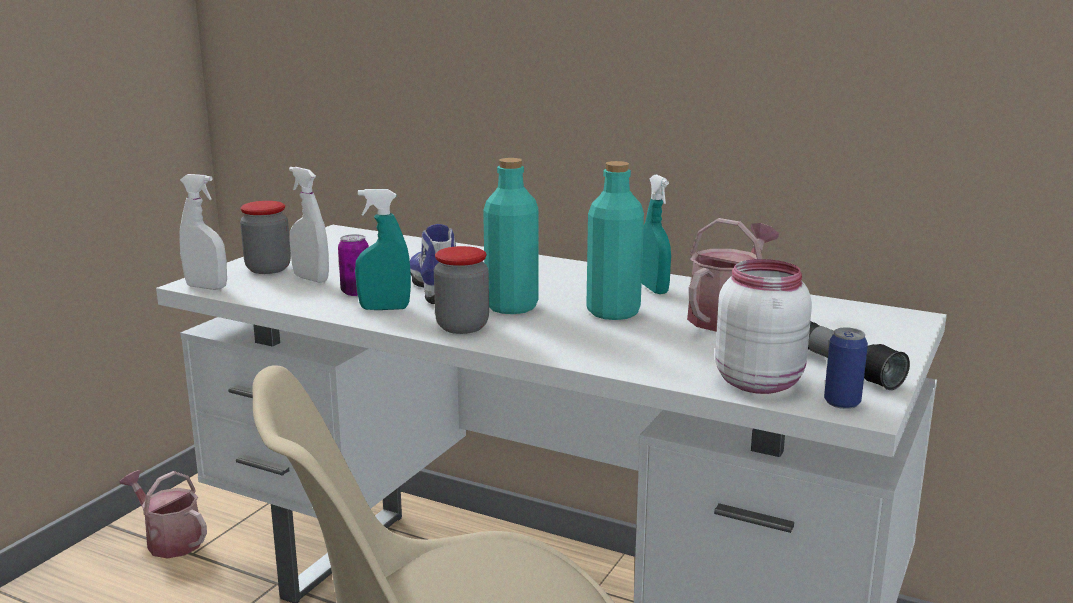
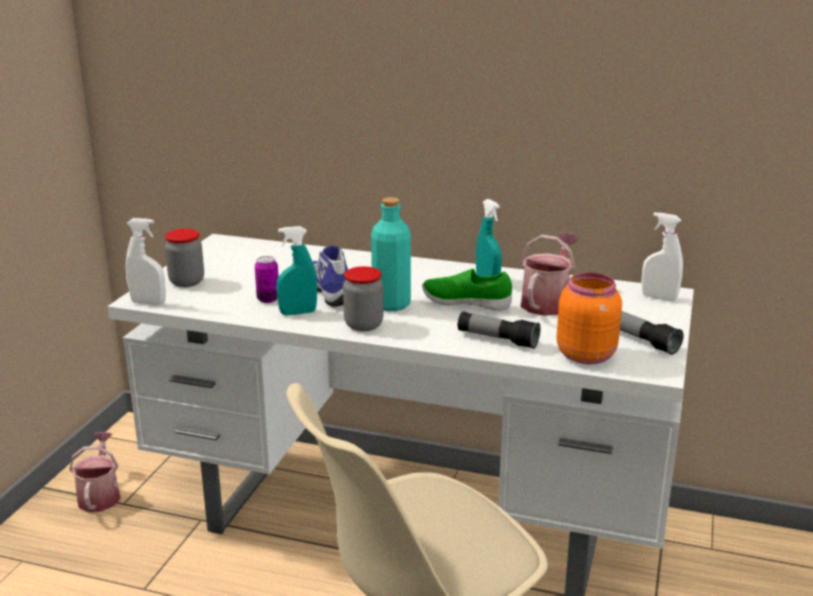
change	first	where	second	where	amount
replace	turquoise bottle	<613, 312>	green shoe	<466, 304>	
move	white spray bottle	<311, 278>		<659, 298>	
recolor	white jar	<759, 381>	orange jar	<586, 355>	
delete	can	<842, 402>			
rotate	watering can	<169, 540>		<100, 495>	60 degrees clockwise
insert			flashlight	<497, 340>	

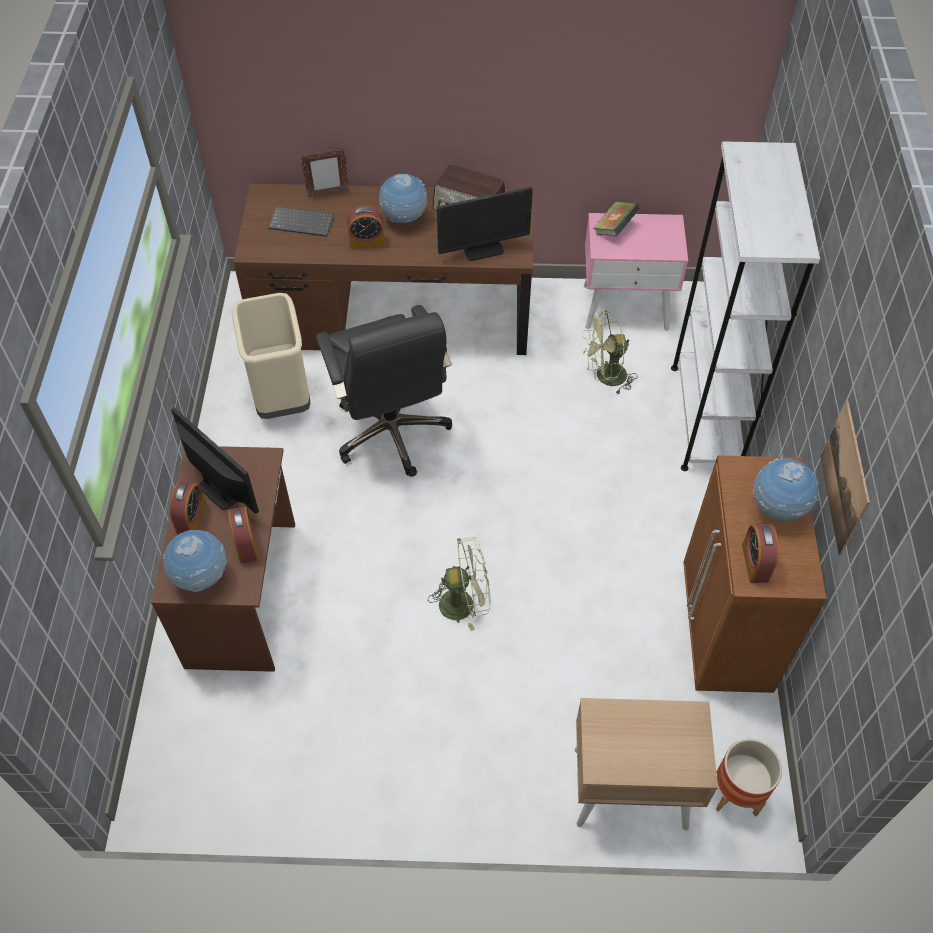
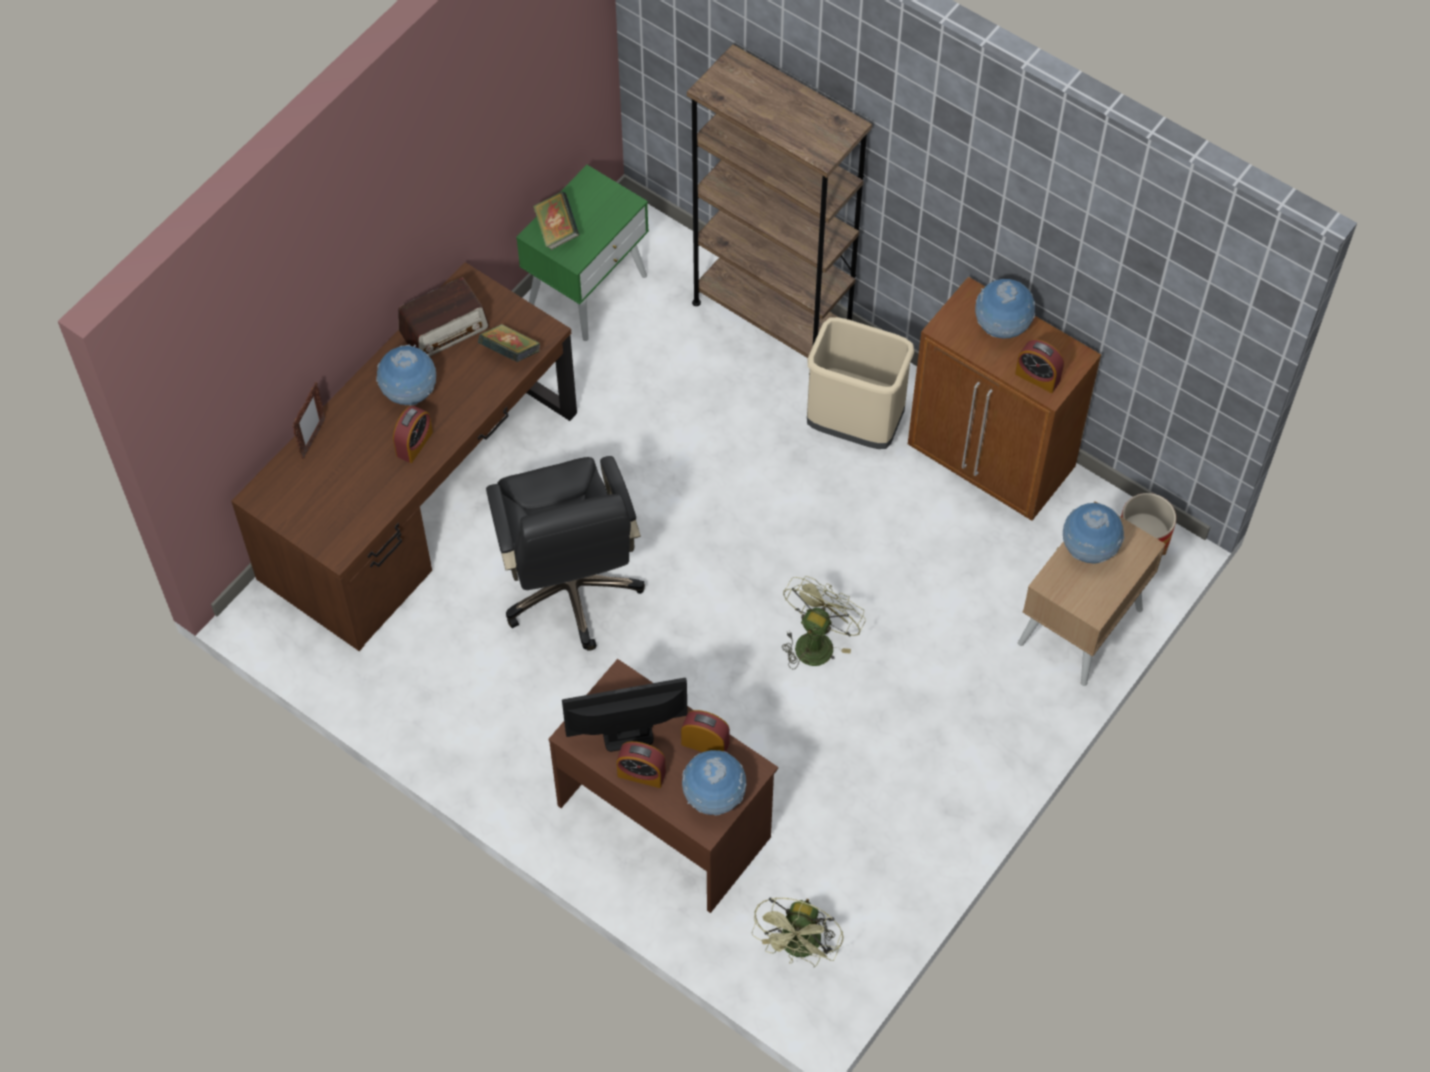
change	first	where	second	where	amount
recolor	white bookcase	<705, 417>	brown bookcase	<772, 318>	
replace	monitor	<483, 249>	book	<510, 352>	
delete	keyboard	<302, 222>			
recolor	pink nightstand	<626, 306>	green nightstand	<588, 289>	
move	beige trash can	<281, 397>		<854, 425>	
rotate	black office chair	<390, 428>		<569, 586>	60 degrees clockwise
move	green fan	<605, 377>		<799, 948>	
delete	picture	<844, 478>			
rotate	alarm clock	<191, 518>		<641, 774>	150 degrees clockwise
insert			globe	<1088, 549>	

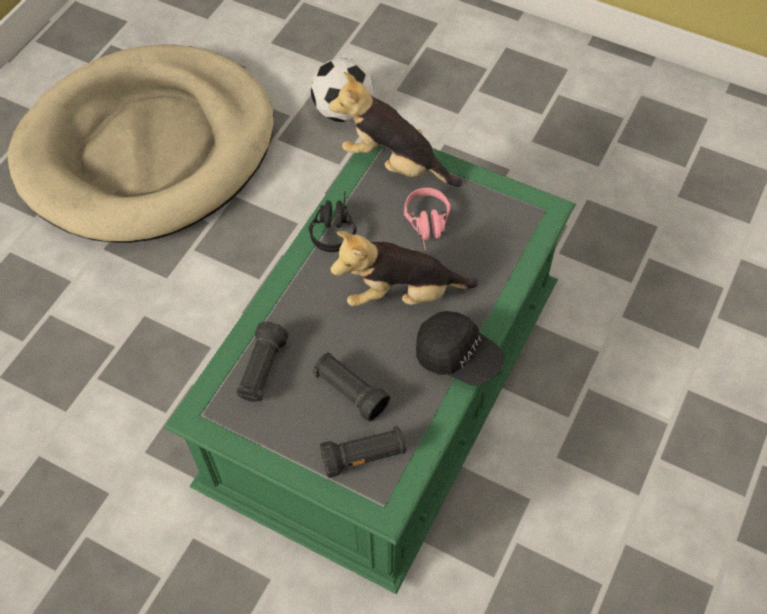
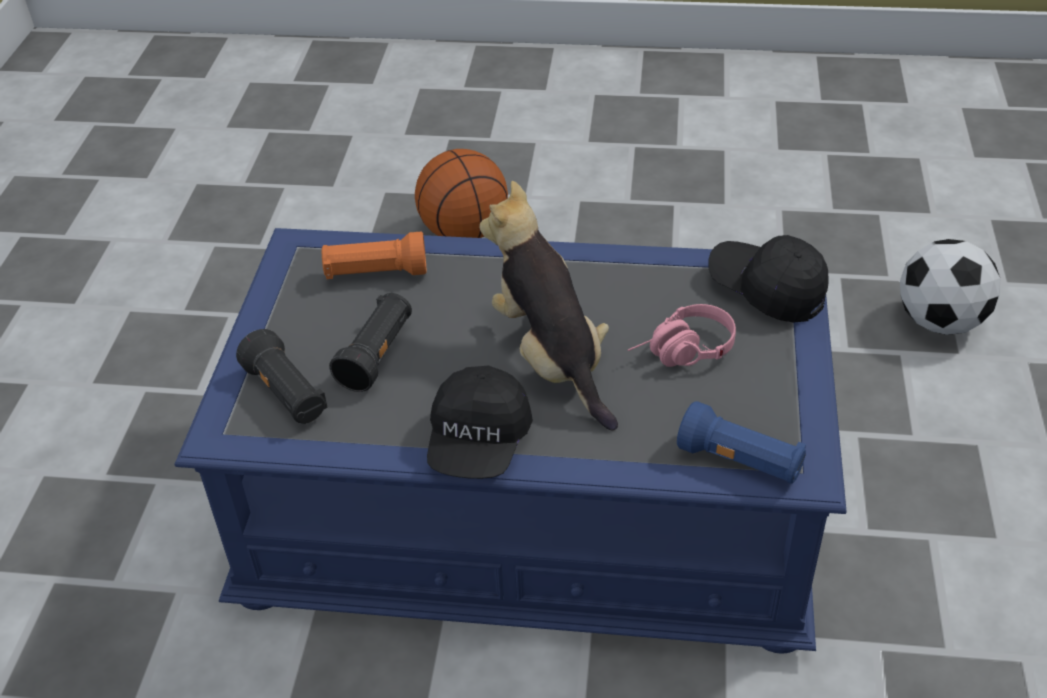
change	first	where	second	where	amount
delete	beige dog bed	<148, 149>			
replace	plush toy	<394, 164>	black cap	<766, 290>	
recolor	green coffee table	<385, 382>	blue coffee table	<533, 504>	
delete	black headphones	<333, 227>			
recolor	black flashlight	<262, 370>	orange flashlight	<375, 273>	
insert			basketball	<464, 232>	
insert			blue flashlight	<740, 462>	

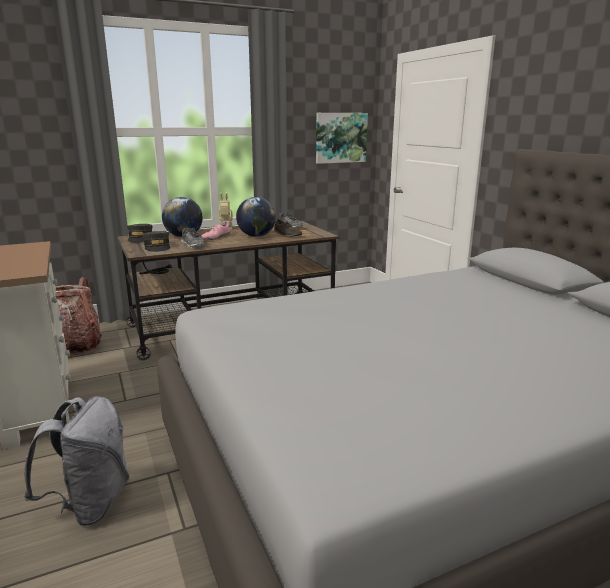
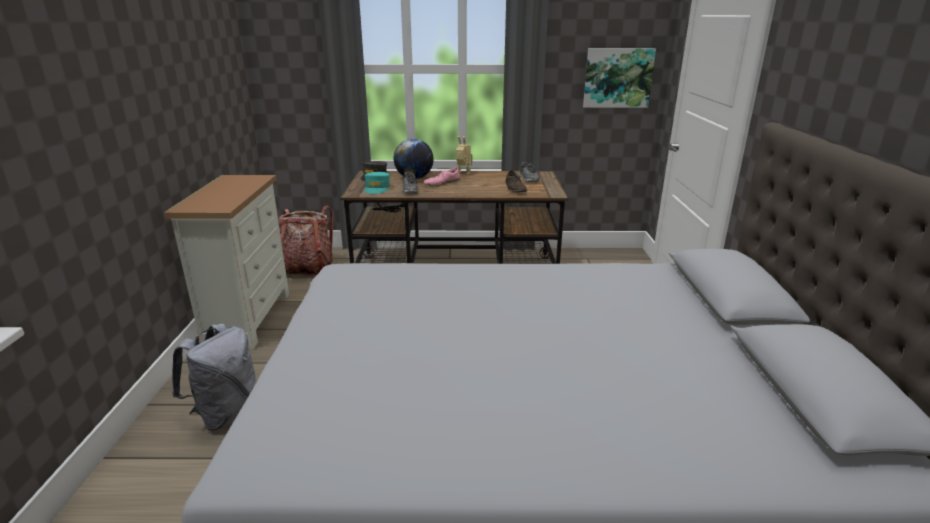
change	first	where	second	where	amount
delete	globe	<256, 236>			
recolor	grey cap	<157, 247>	turquoise cap	<377, 188>	

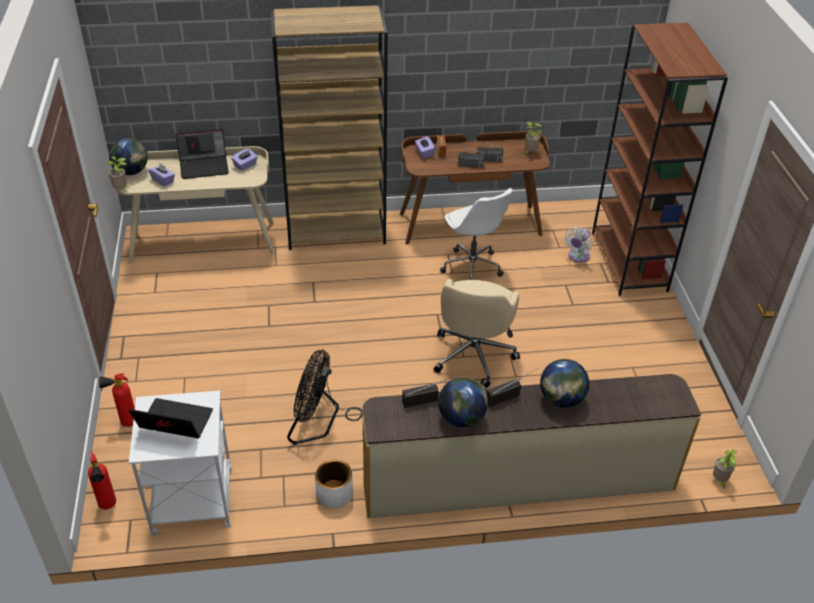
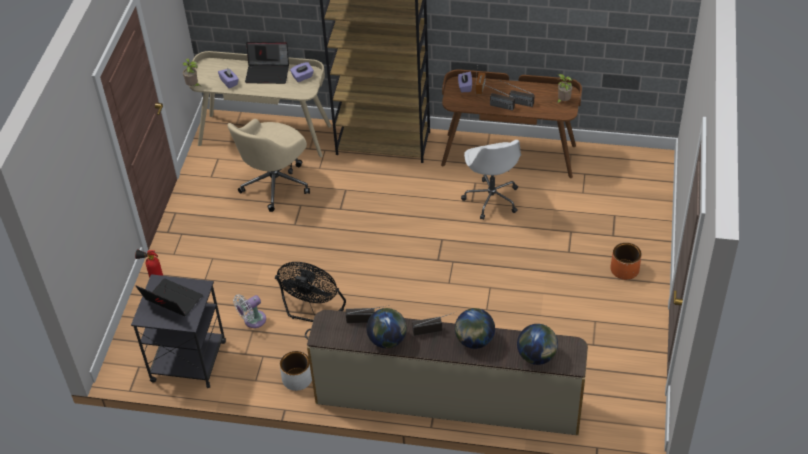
change	first	where	second	where	amount
delete	brown bookcase	<629, 262>			
move	globe	<131, 171>		<537, 356>	
move	white fan	<577, 257>		<252, 320>	
move	beige office chair	<473, 356>		<275, 185>	
rotate	black fan	<322, 417>		<310, 314>	75 degrees clockwise
recolor	white cart	<191, 500>	black cart	<187, 360>	
delete	fire extinguisher	<108, 507>			
delete	potted plant	<719, 480>			
insert			orange planter	<624, 270>	

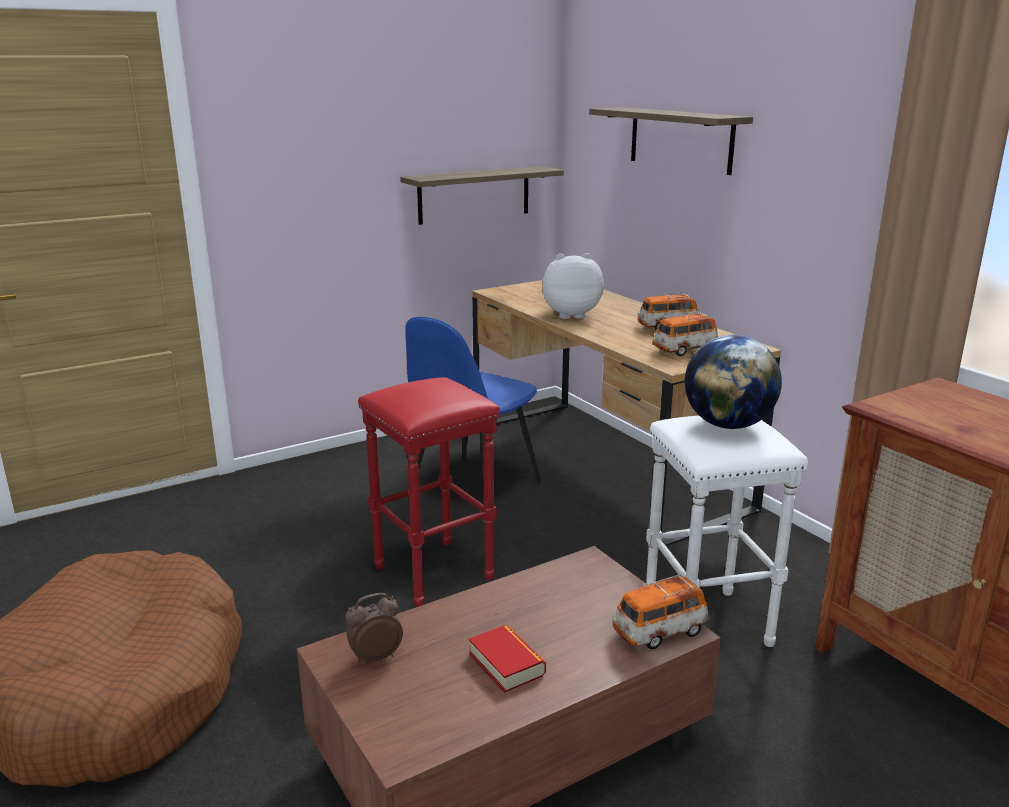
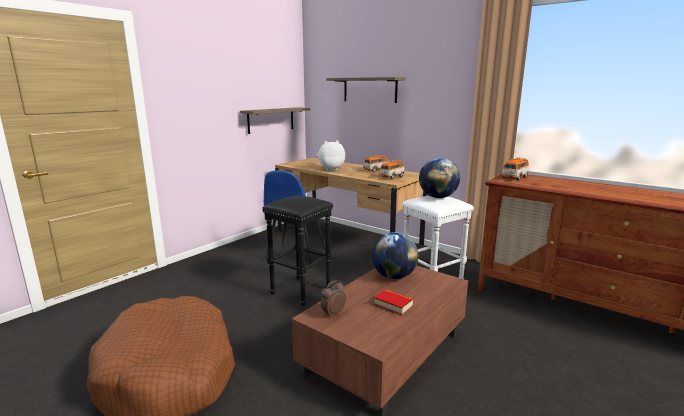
change	first	where	second	where	amount
recolor	red stool	<434, 570>	black stool	<300, 290>	
move	toy car	<659, 632>		<514, 178>	
insert			globe	<393, 276>	

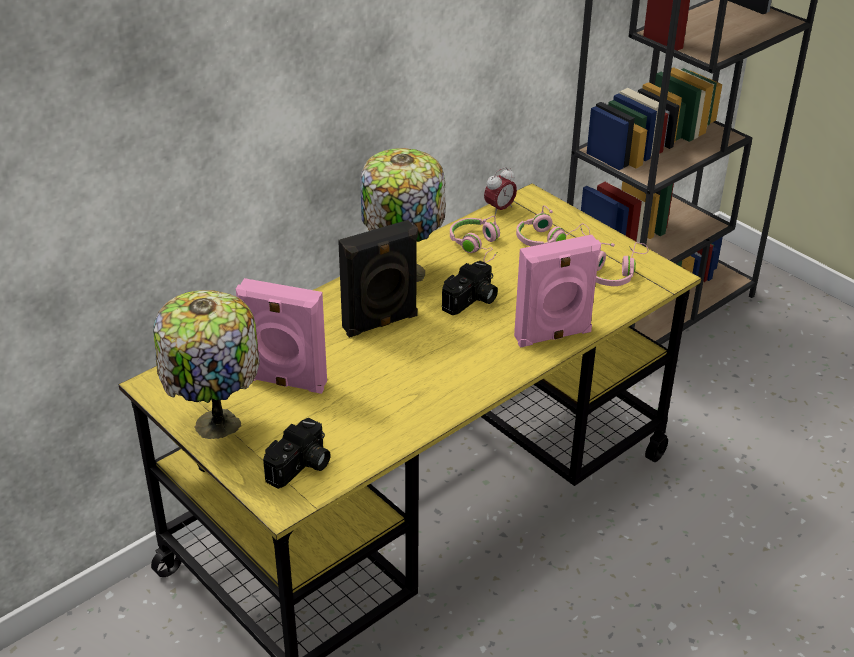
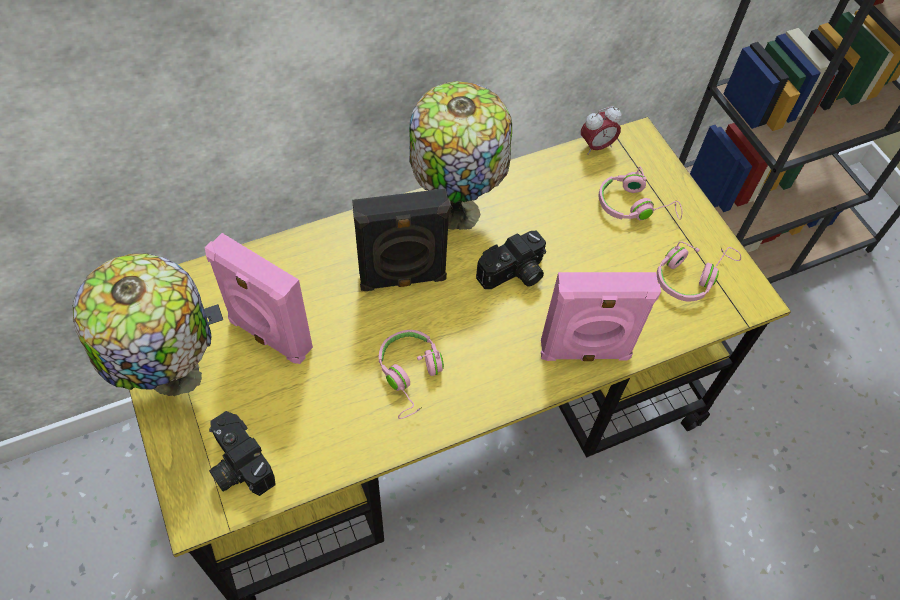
change	first	where	second	where	amount
move	pink headphones	<477, 246>		<411, 375>	
rotate	photo camera	<301, 467>		<237, 465>	90 degrees clockwise

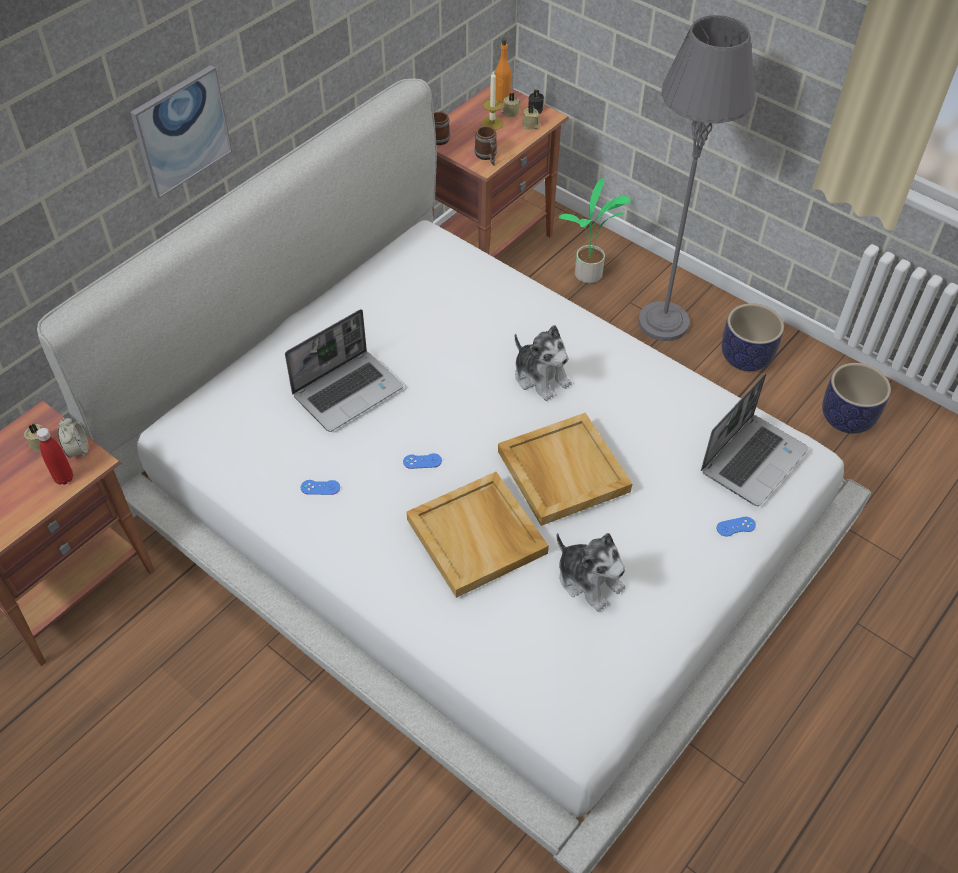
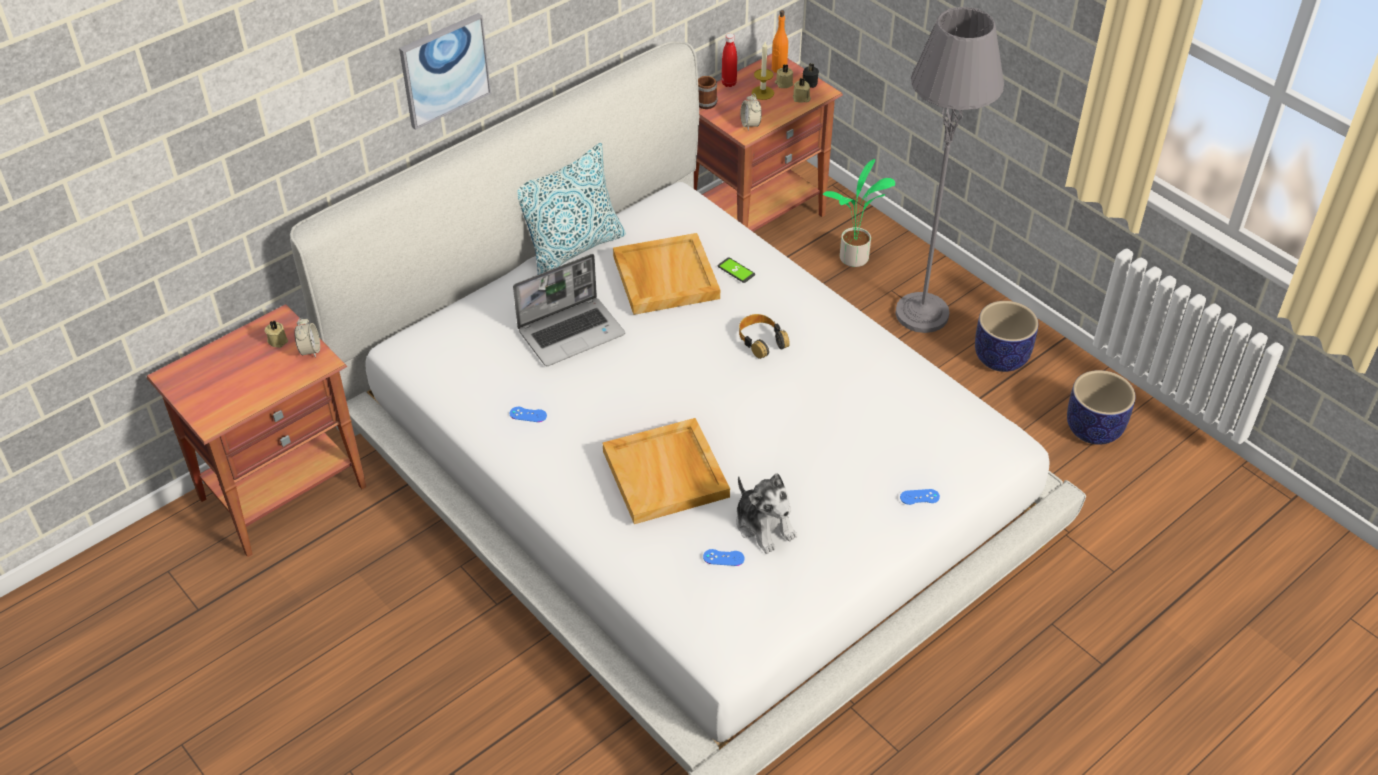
change	first	where	second	where	amount
replace	mug	<487, 156>	alarm clock	<750, 124>	
replace	plush toy	<540, 377>	headphones	<761, 340>	
delete	laptop	<753, 459>			
move	beige tray	<562, 471>		<664, 277>	
move	red bottle	<64, 478>		<729, 83>	
move	blue game controller	<422, 461>		<723, 557>	
insert			pillow	<573, 249>	
insert			phone	<736, 271>	

